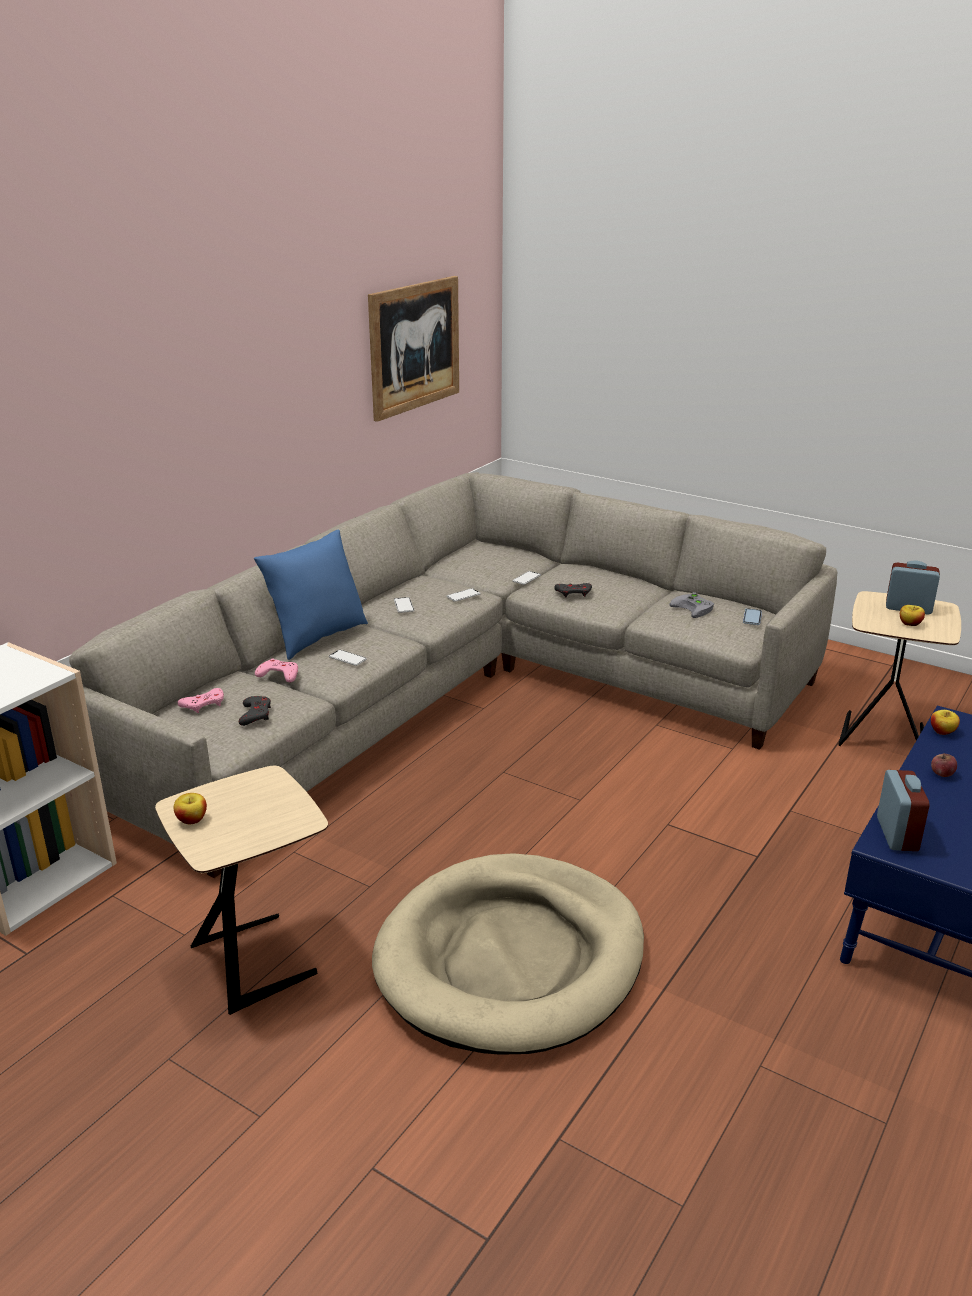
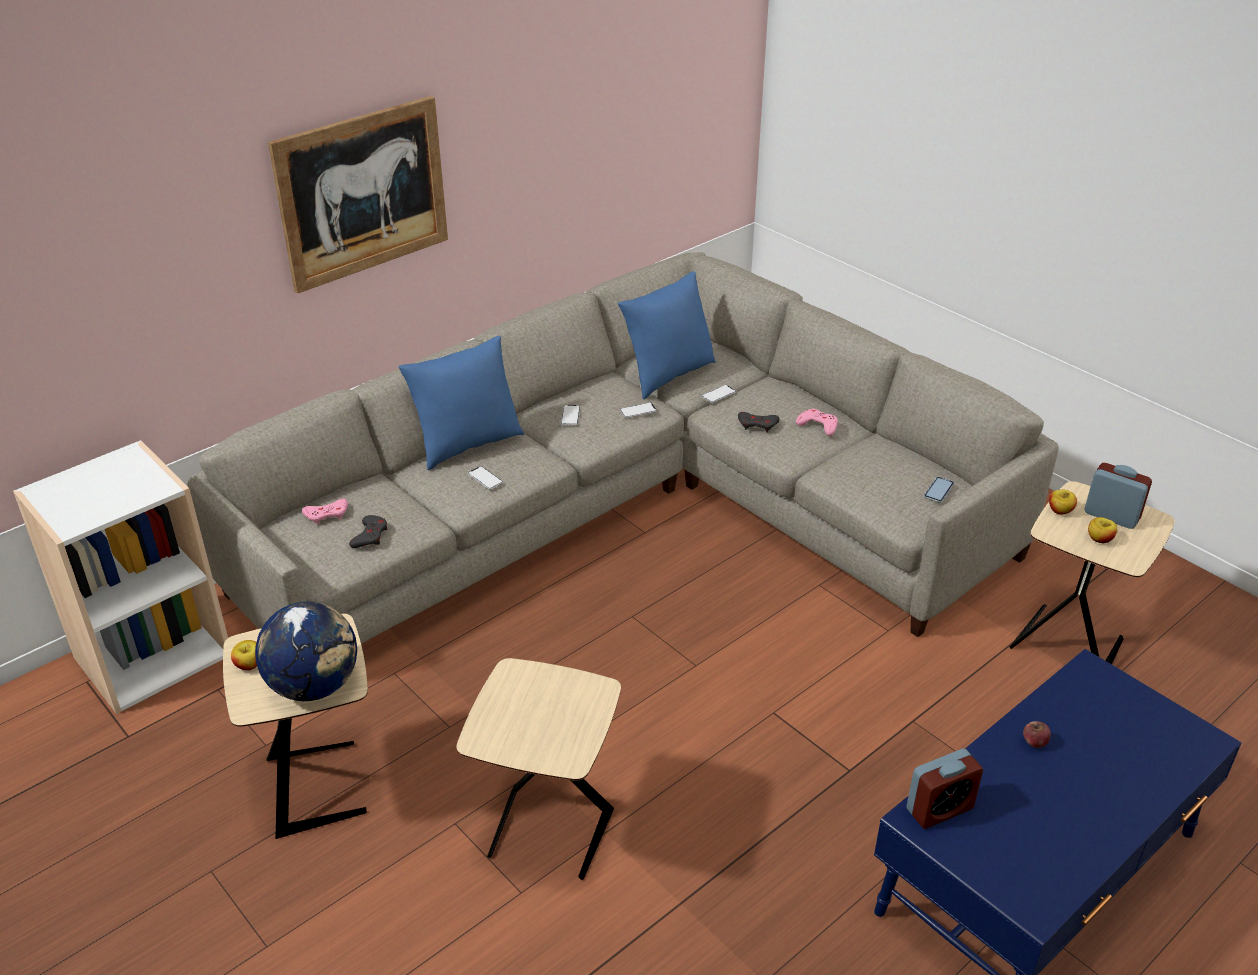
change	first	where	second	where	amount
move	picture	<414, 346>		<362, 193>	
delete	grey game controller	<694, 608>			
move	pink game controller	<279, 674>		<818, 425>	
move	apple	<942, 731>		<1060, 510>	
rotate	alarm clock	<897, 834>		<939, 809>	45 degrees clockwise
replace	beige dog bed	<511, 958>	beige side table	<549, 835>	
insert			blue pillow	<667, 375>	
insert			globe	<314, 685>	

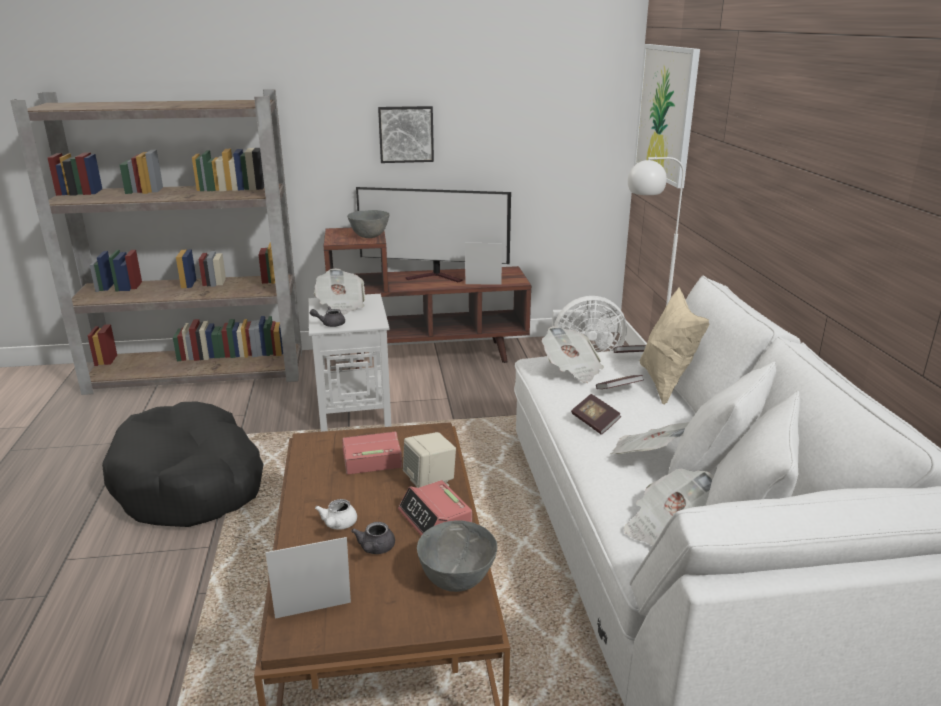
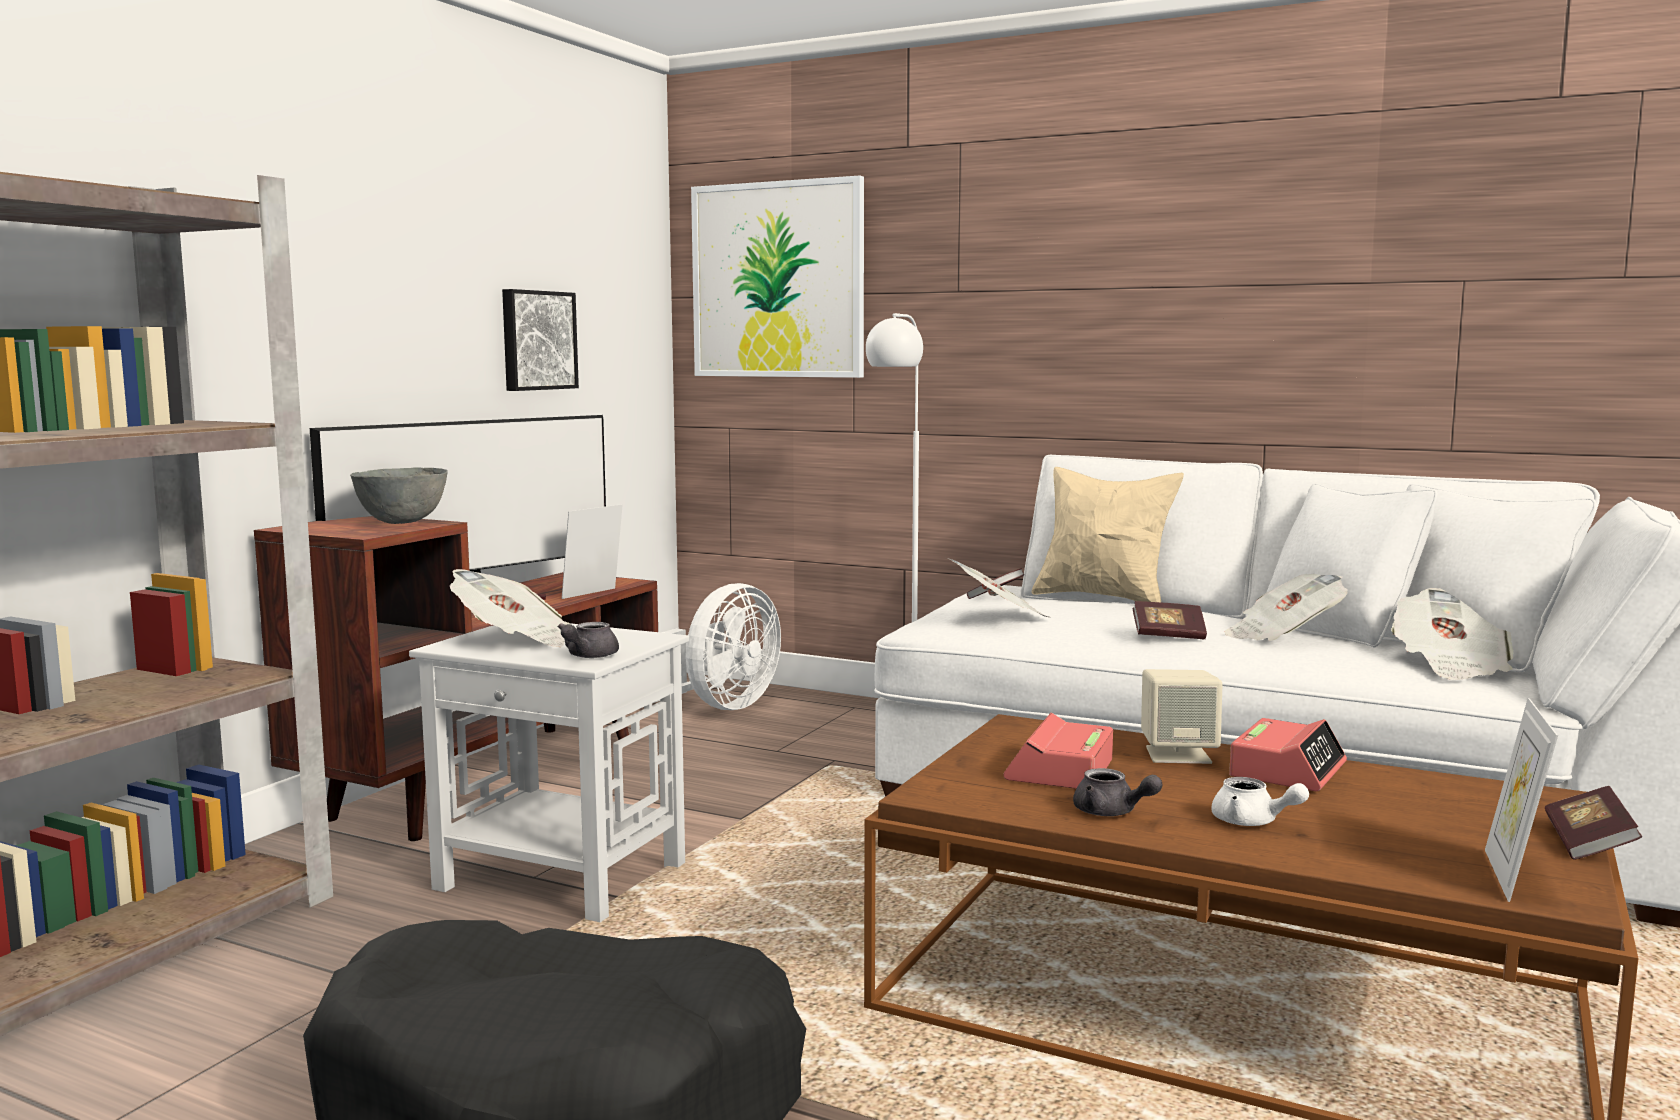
change	first	where	second	where	amount
move	picture	<406, 134>		<537, 340>	
move	book	<618, 390>		<1588, 844>	
rotate	alarm clock	<435, 519>		<1287, 770>	60 degrees counterclockwise
delete	grey bowl	<456, 581>			
move	grey teapot	<375, 549>		<1111, 813>	

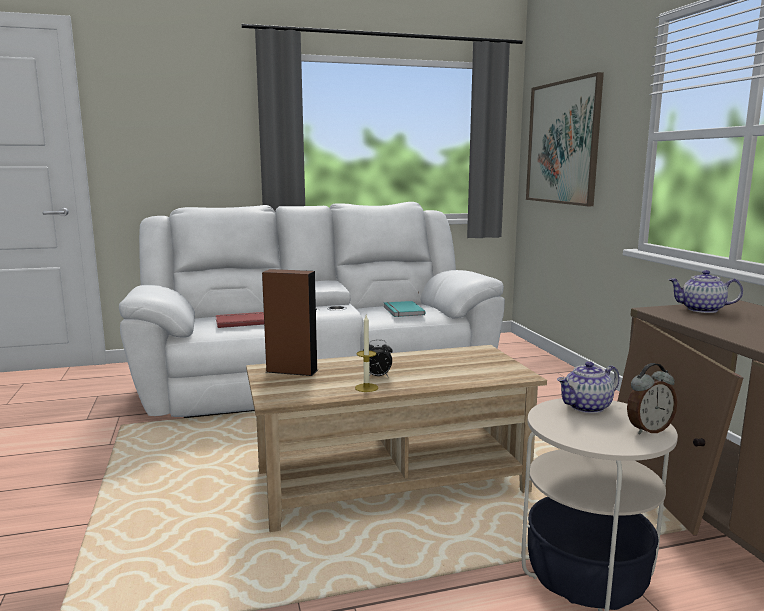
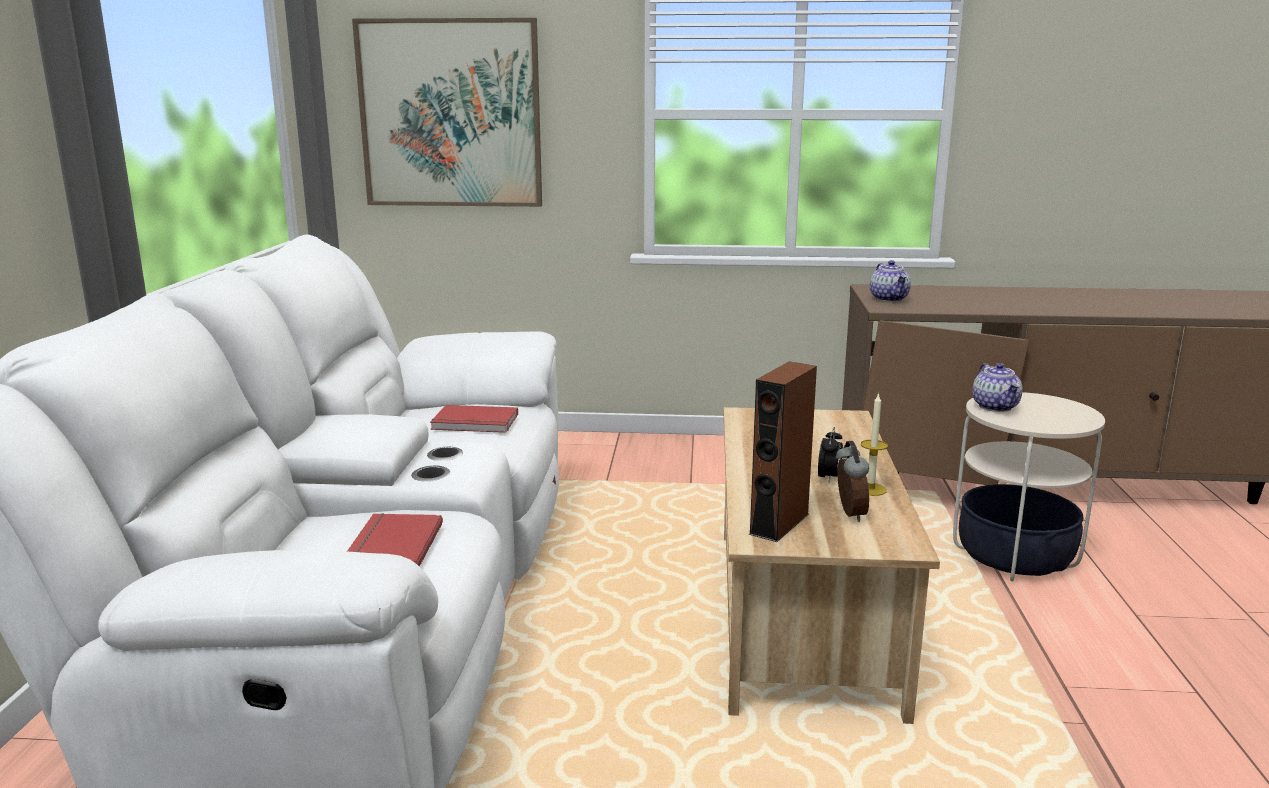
change	first	where	second	where	amount
rotate	teapot	<701, 310>		<889, 299>	45 degrees counterclockwise
recolor	turquoise book	<402, 311>	red book	<475, 423>	
move	alarm clock	<648, 430>		<848, 514>	

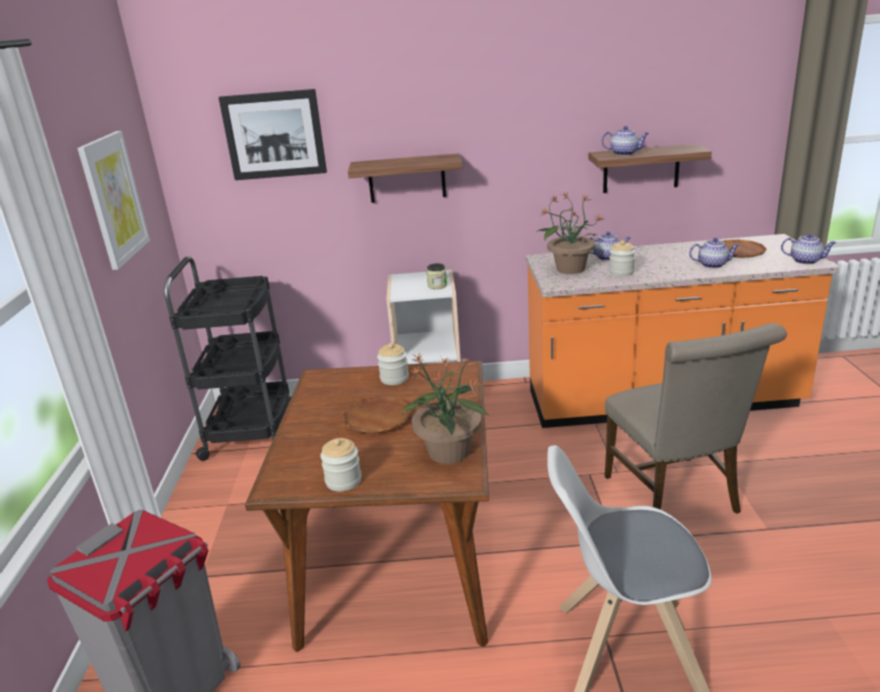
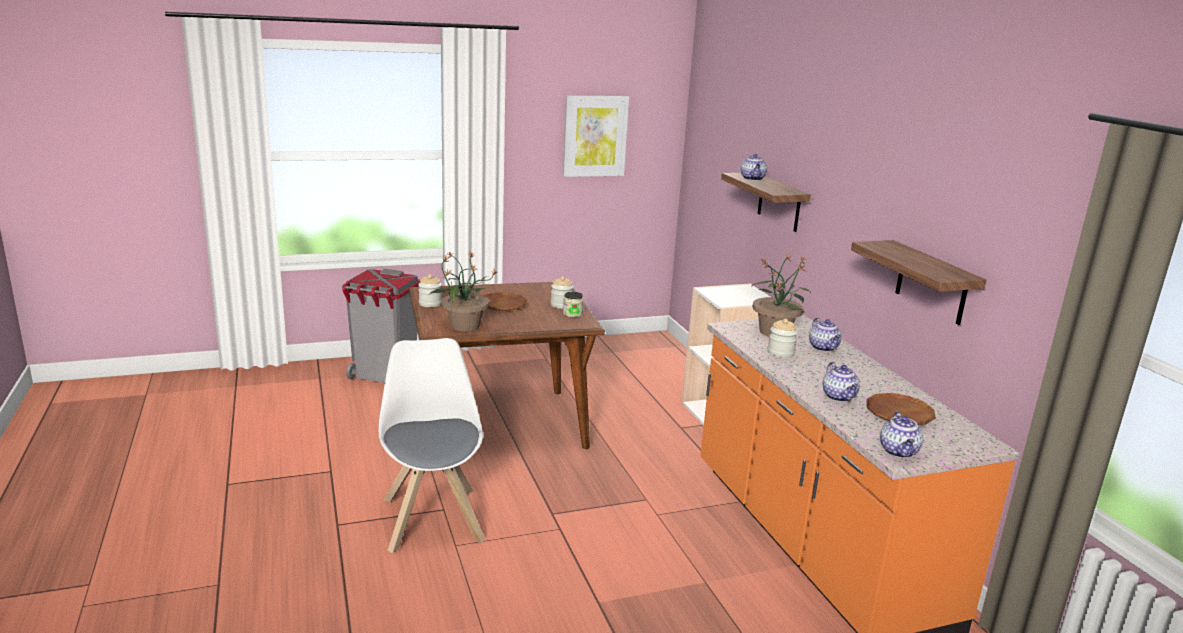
change	first	where	second	where	amount
delete	picture	<274, 135>			
move	teapot	<625, 153>		<753, 179>	
delete	black cart	<252, 431>			
move	jar	<437, 286>		<572, 314>	
delete	beige chair	<675, 498>			

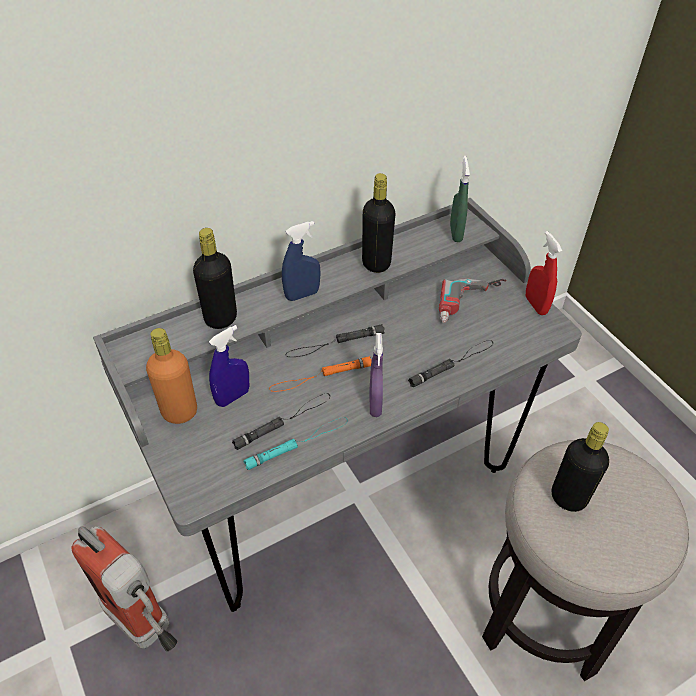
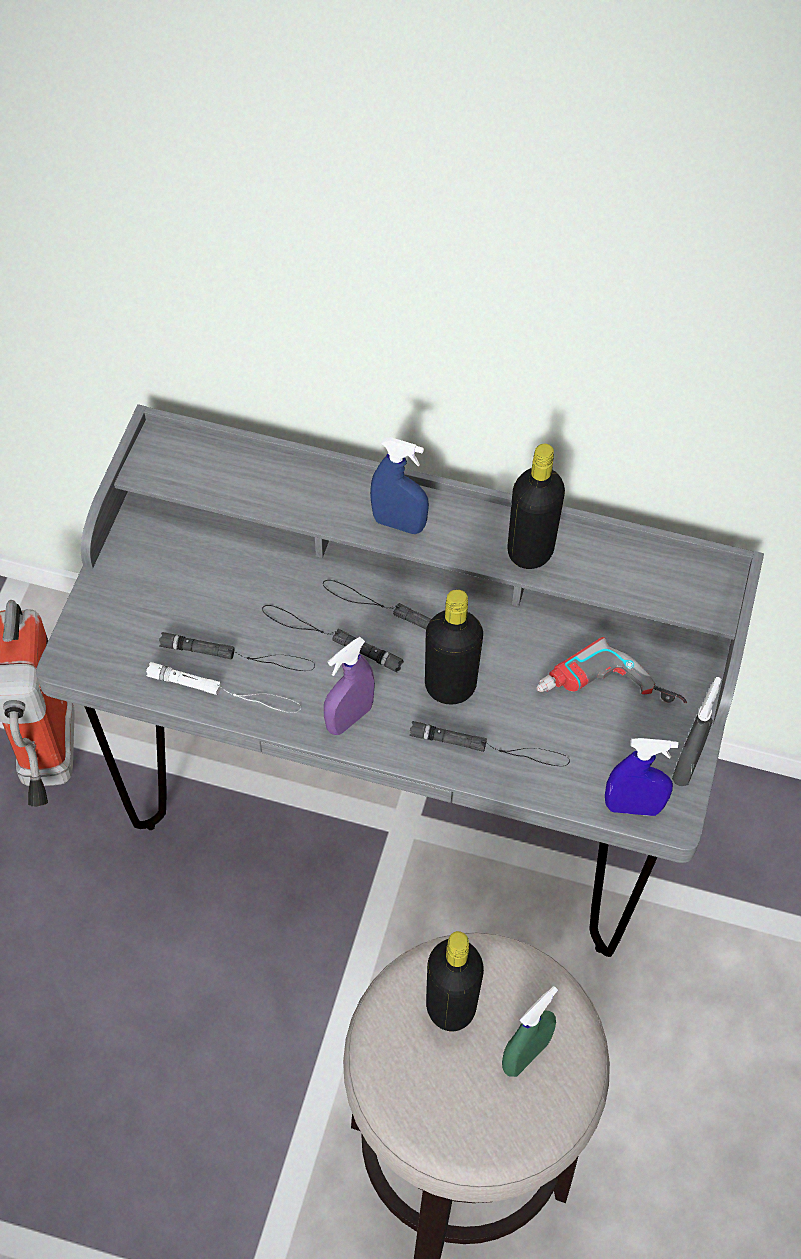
change	first	where	second	where	amount
move	green spray bottle	<456, 233>		<525, 1054>	
move	black bottle	<220, 318>		<450, 686>	
recolor	red spray bottle	<536, 305>	grey spray bottle	<687, 765>	
move	blue spray bottle	<233, 397>		<633, 807>	
delete	orange bottle	<179, 412>			
recolor	orange flashlight	<320, 376>	black flashlight	<330, 638>	
recolor	turquoise flashlight	<297, 443>	white flashlight	<224, 691>	

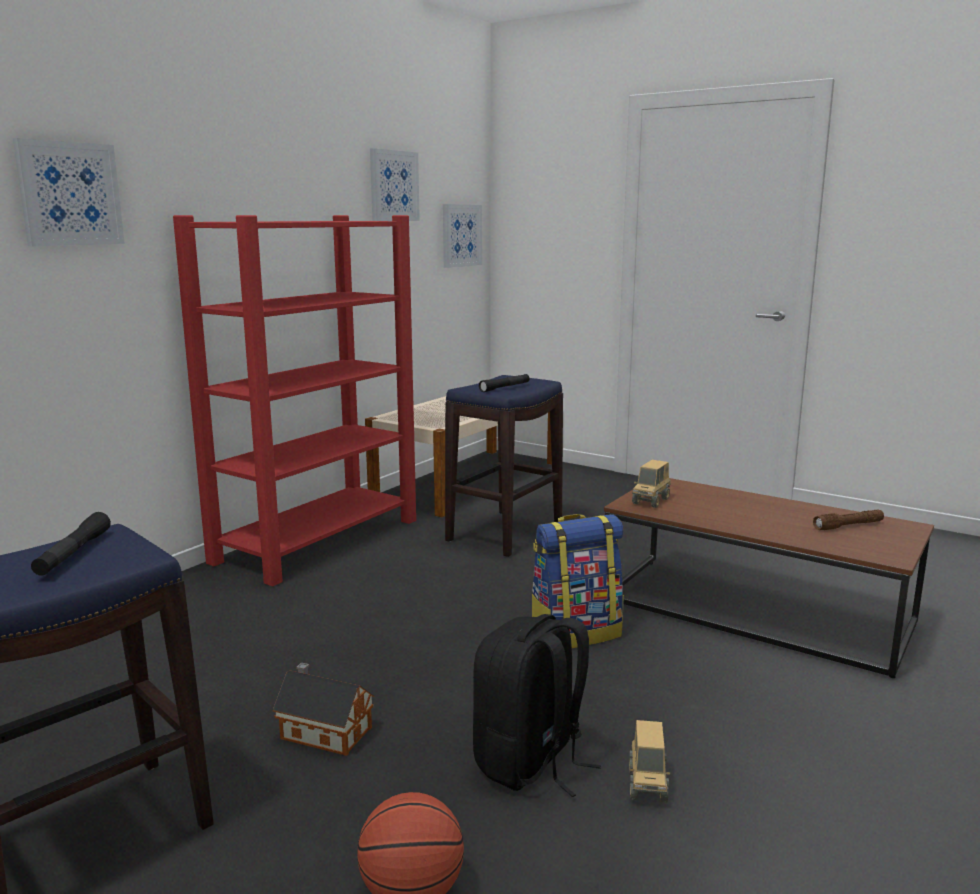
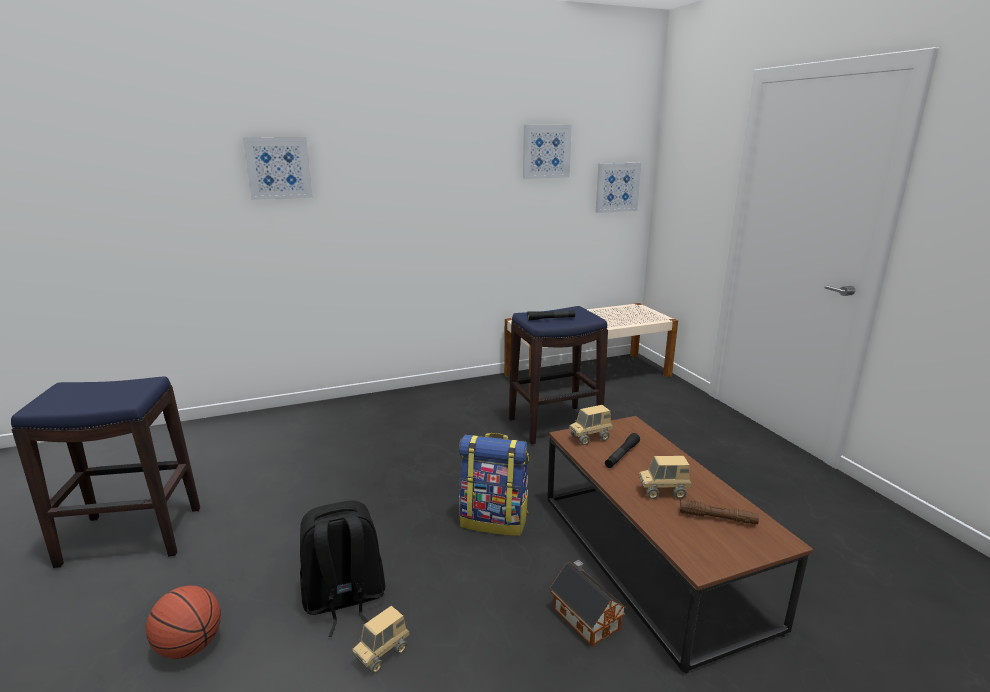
change	first	where	second	where	amount
delete	red bookcase	<318, 541>			
move	black flashlight	<73, 553>		<622, 455>	
move	toy house	<323, 731>		<584, 616>	
insert			toy truck	<663, 492>	

